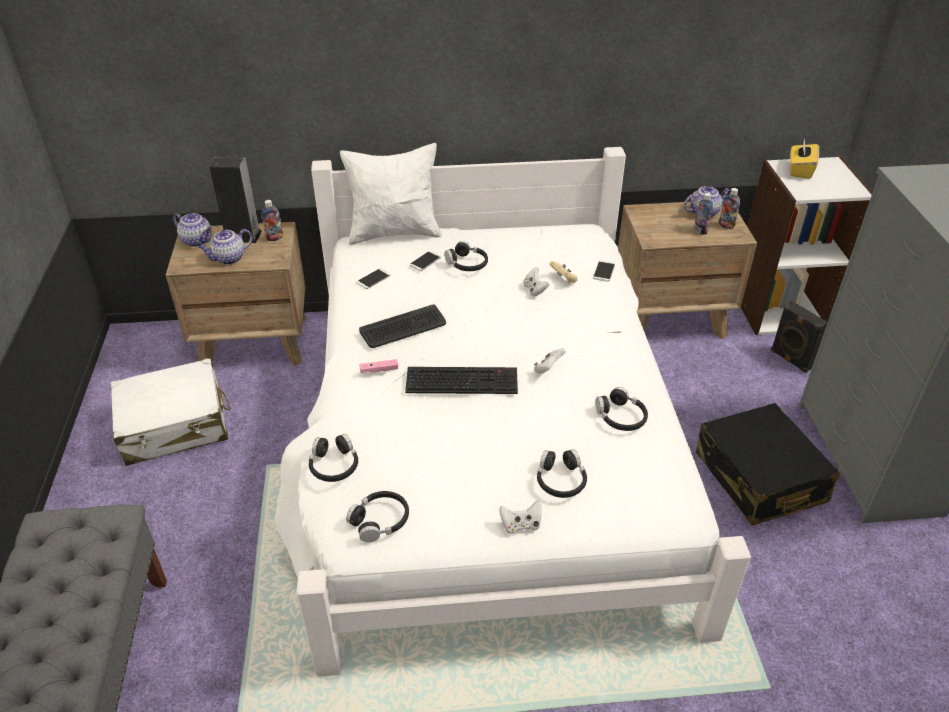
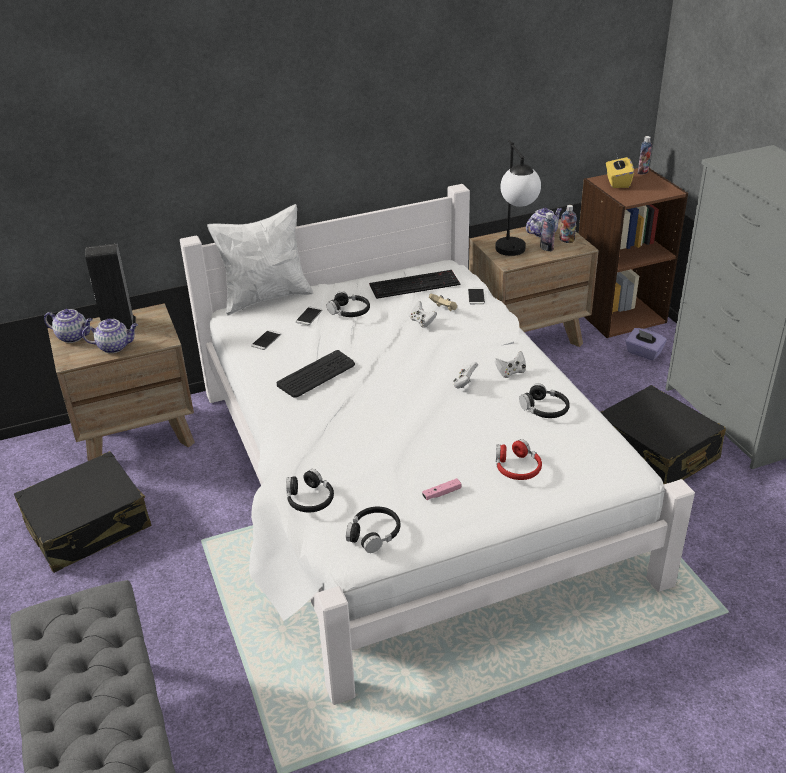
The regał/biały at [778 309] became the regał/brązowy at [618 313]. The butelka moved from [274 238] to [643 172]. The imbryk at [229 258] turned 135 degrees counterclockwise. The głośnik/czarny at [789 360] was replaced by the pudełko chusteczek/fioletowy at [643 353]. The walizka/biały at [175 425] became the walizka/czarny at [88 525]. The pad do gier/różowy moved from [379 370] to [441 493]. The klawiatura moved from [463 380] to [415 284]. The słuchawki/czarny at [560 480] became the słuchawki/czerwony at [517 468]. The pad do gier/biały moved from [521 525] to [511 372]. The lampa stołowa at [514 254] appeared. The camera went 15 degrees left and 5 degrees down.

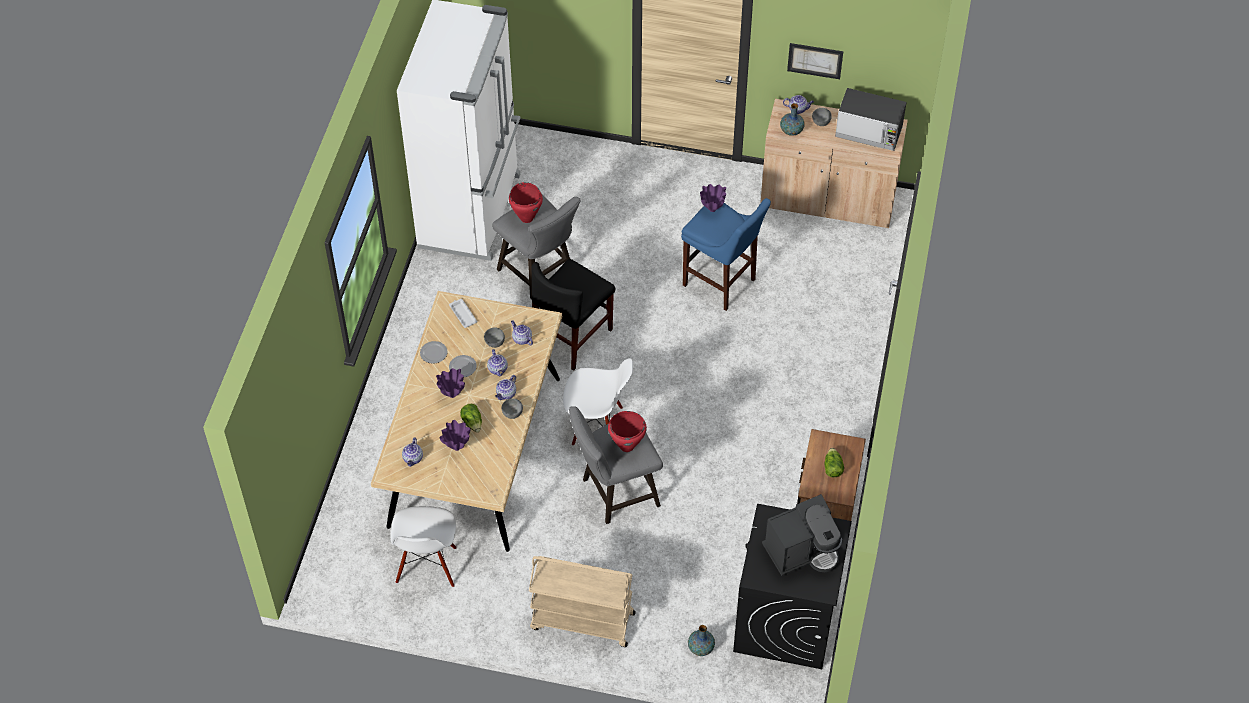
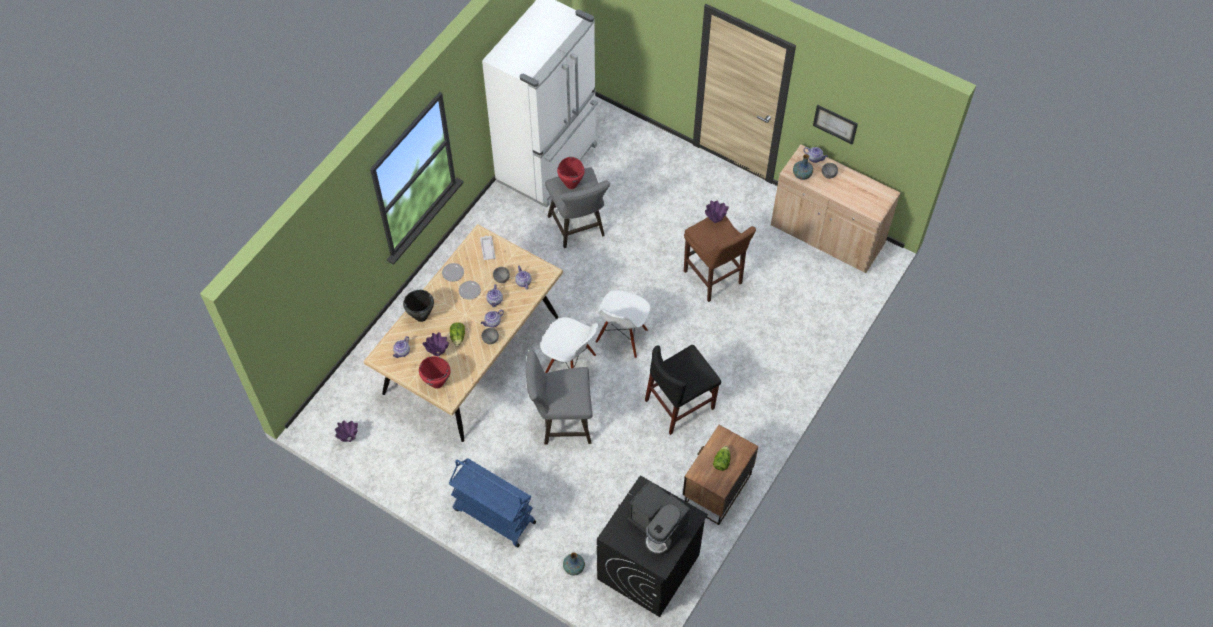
The mikrofalówka at [869 132] disappeared. The stołek/niebieski at [722 284] became the stołek/brązowy at [714 279]. The krzesło/czarny moved from [572 336] to [679 404]. The wazon/fioletowy moved from [452 395] to [349 439]. The garnek/czerwony moved from [626 445] to [437 383]. The ekspres do kawy at [802 551] turned 45 degrees clockwise. The krzesło/biały moved from [427 566] to [622 337]. The wózek/beżowy at [581 621] became the wózek/niebieski at [493 515]. The garnek/czarny at [421 316] appeared. The camera went 20 degrees right and 5 degrees up.

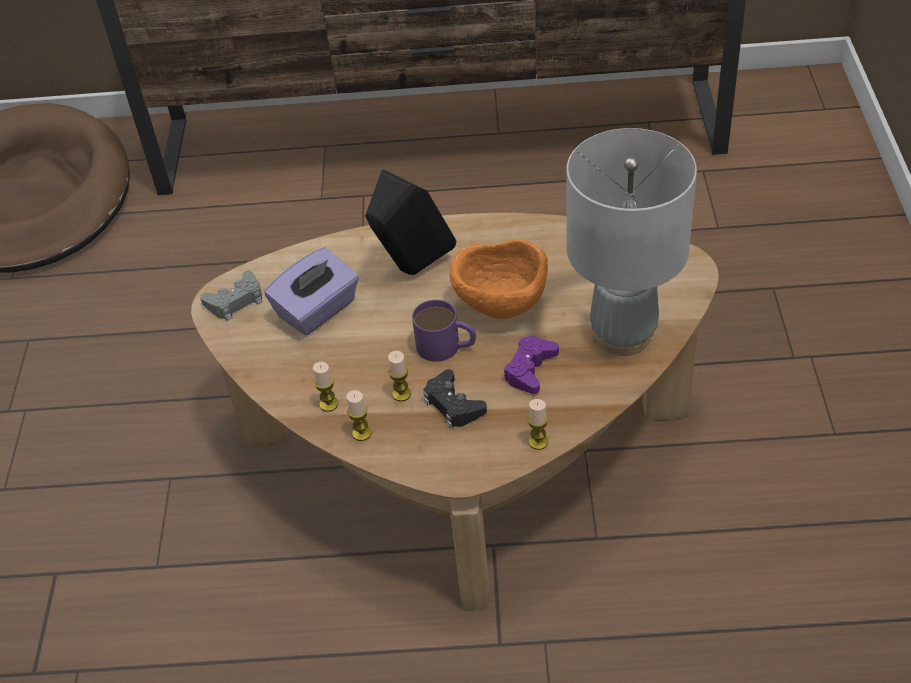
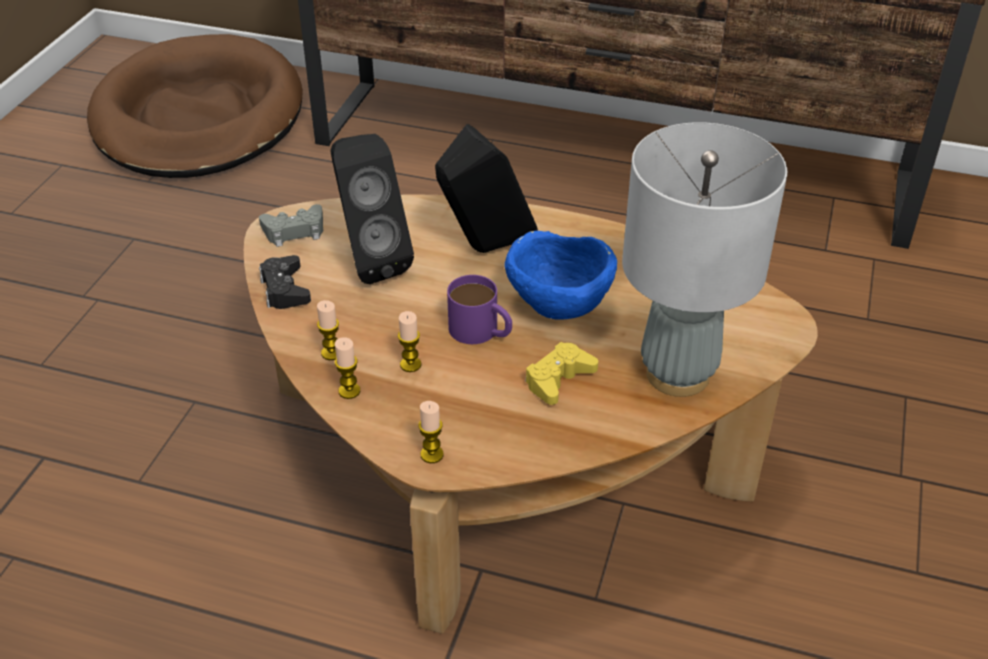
The miska/pomarańczowy at [501 307] became the miska/niebieski at [558 309]. The pudełko chusteczek/fioletowy at [318 310] was replaced by the głośnik/czarny at [369 261]. The pad do gier/fioletowy at [530 369] became the pad do gier/żółty at [558 379]. The pad do gier/czarny moved from [453 405] to [285 289]. The świeca moved from [538 442] to [432 454]. The camera went 15 degrees right and 5 degrees down.

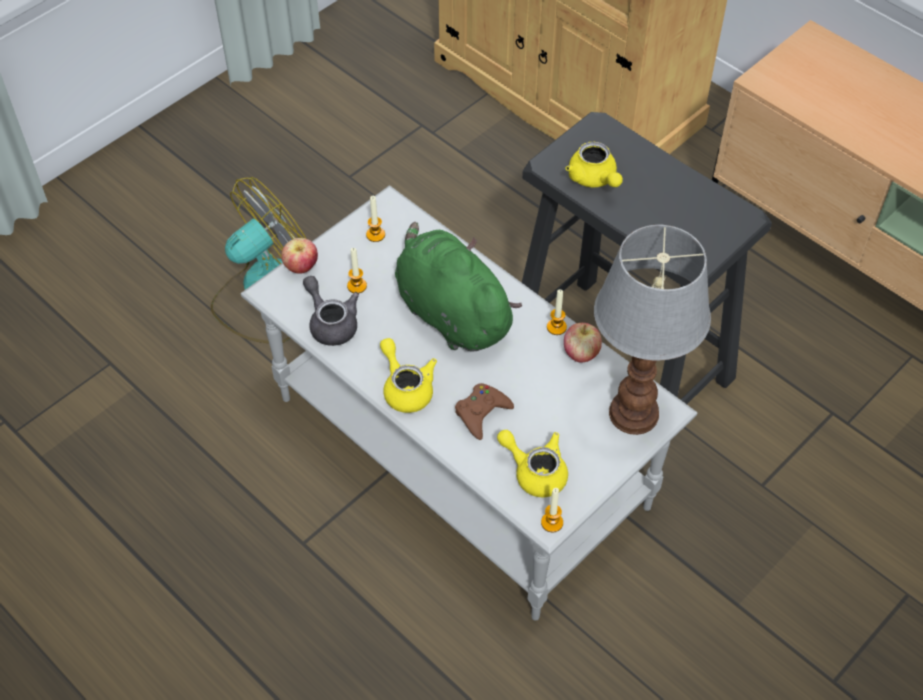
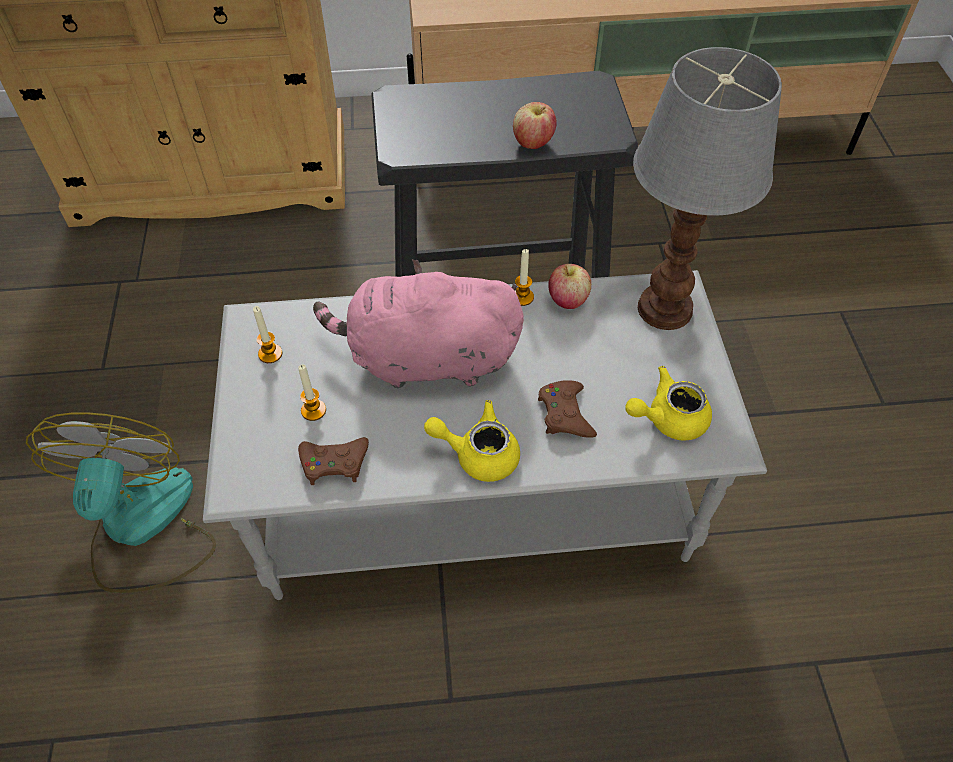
The imbryk/żółty at [594 179] disappeared. The pluszak/zielony at [450 312] became the pluszak/różowy at [426 359]. The jabłko moved from [301 267] to [533 143]. The imbryk/szary at [331 323] was replaced by the pad do gier/brązowy at [334 463]. The świeca at [552 522] disappeared. The camera went 50 degrees left and 0 degrees up.

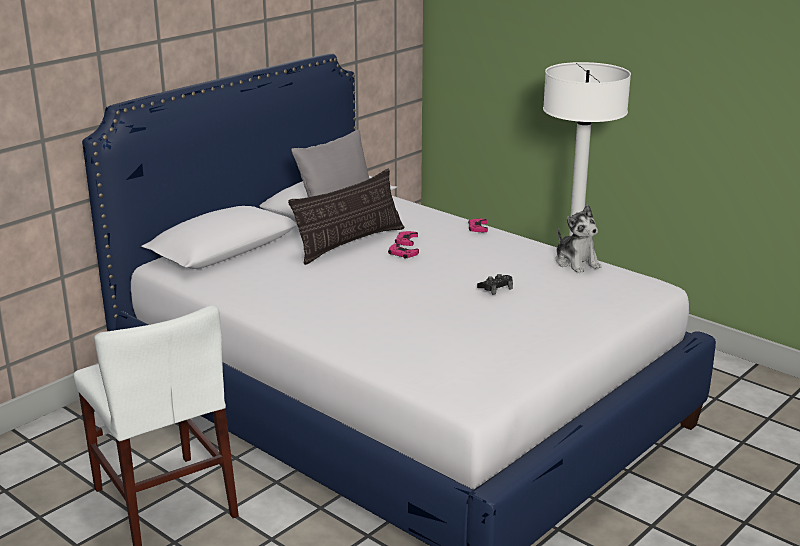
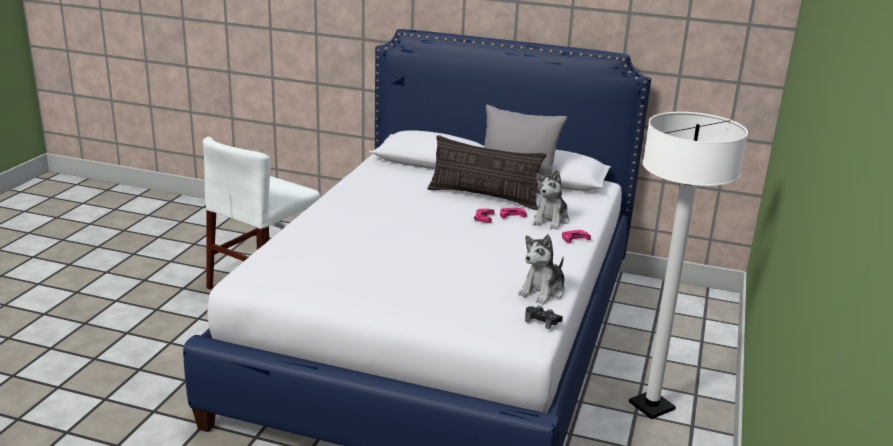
The pad do gier/czarny moved from [495 288] to [542 321]. The pluszak at [551 220] appeared. The camera went 65 degrees right and 0 degrees up.

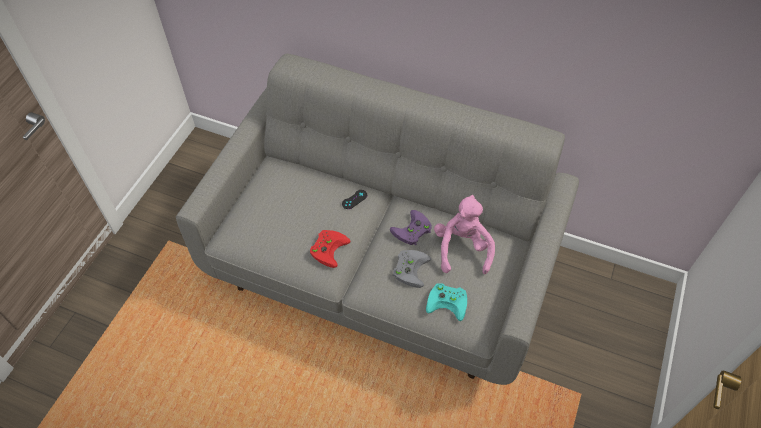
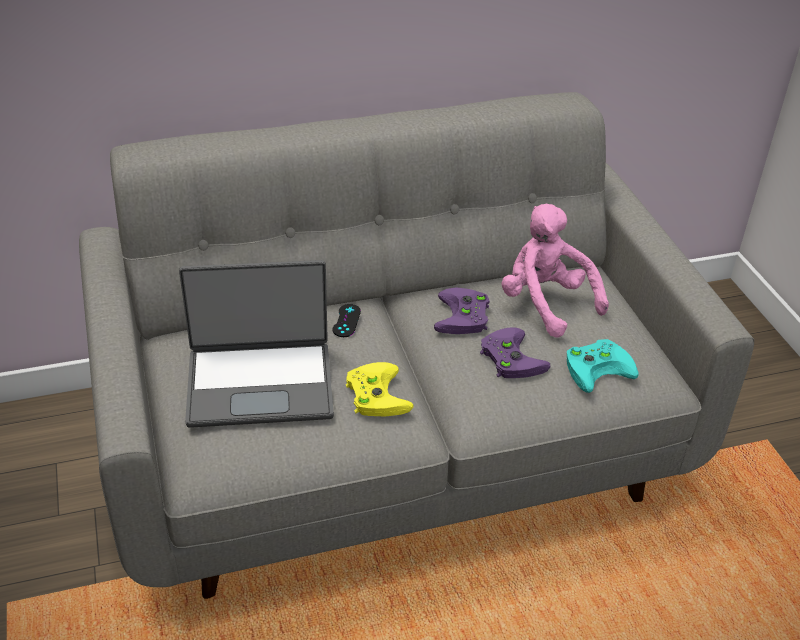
The pad do gier/czerwony at [328 248] became the pad do gier/żółty at [374 393]. The pad do gier/szary at [410 268] became the pad do gier/fioletowy at [509 357]. The laptop at [260 383] appeared. The camera went 40 degrees left and 15 degrees down.

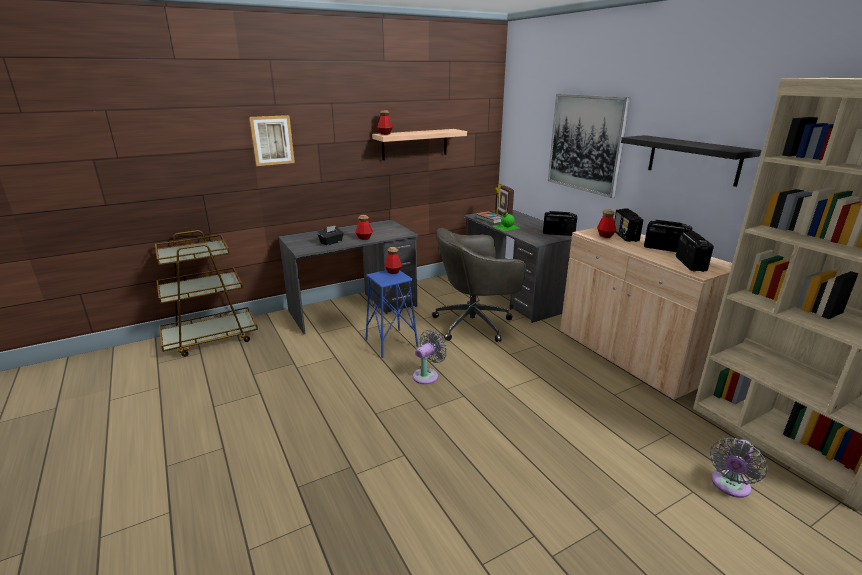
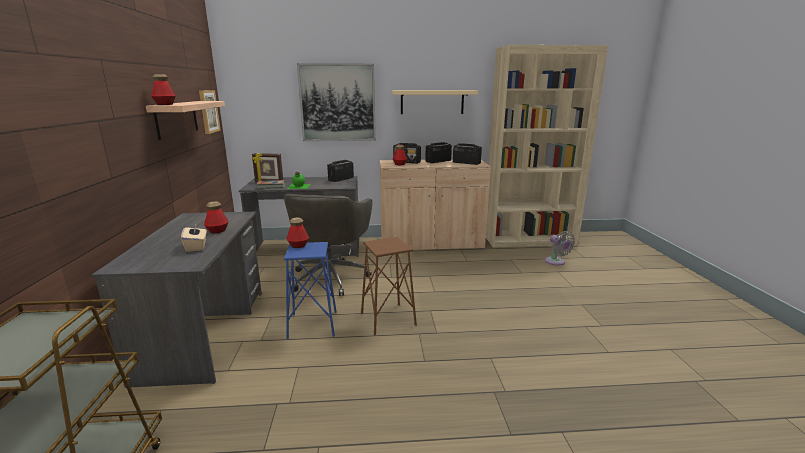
The obraz moved from [272 140] to [208 111]. The półka/czarny at [693 159] became the półka/beżowy at [432 102]. The pudełko chusteczek/czarny at [331 242] became the pudełko chusteczek/beżowy at [196 247]. The wentylator/szary at [427 375] was replaced by the stołek/brązowy at [387 319]. The camera went 65 degrees left and 5 degrees down.

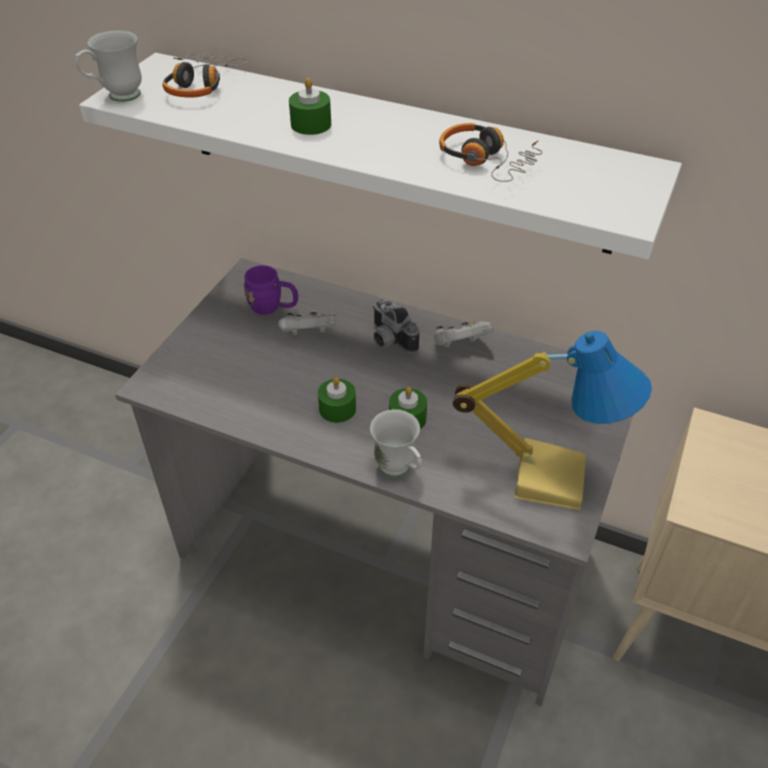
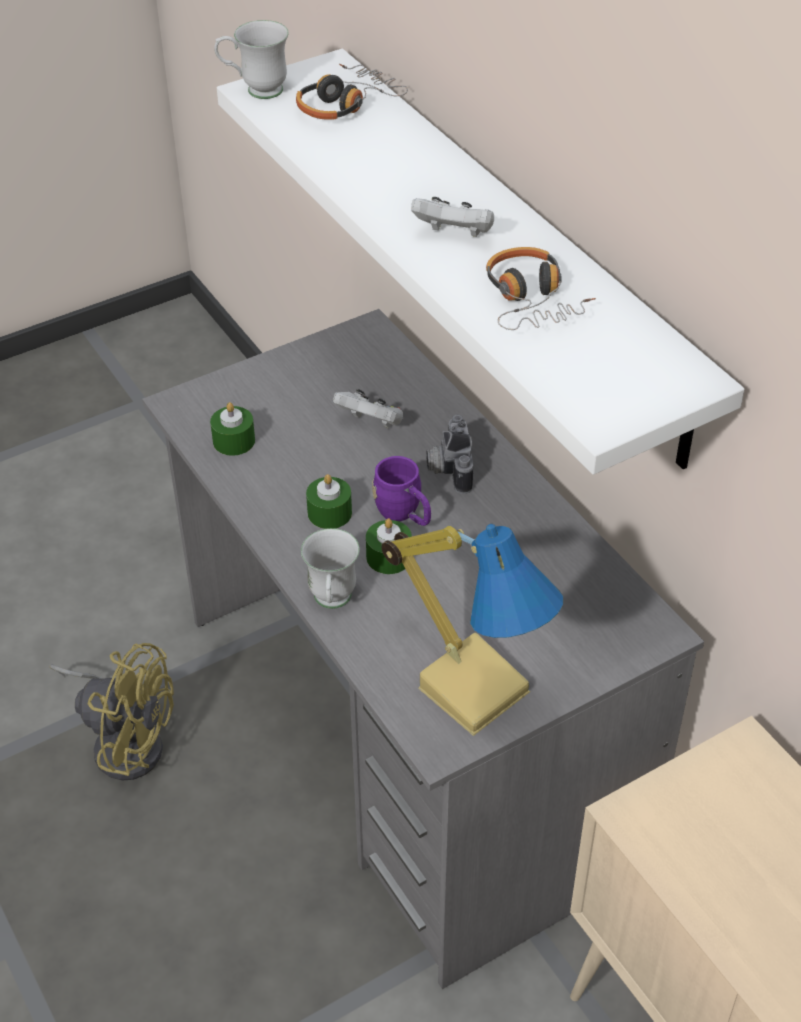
The świeca/zielony moved from [311 124] to [234 441]. The kubek/fioletowy moved from [273 307] to [404 515]. The pad do gier/biały moved from [459 345] to [454 234]. The wentylator/żółty at [124 741] appeared. The camera went 35 degrees right and 0 degrees up.

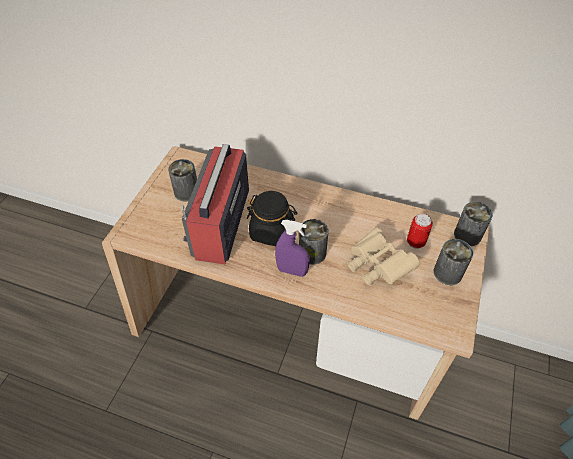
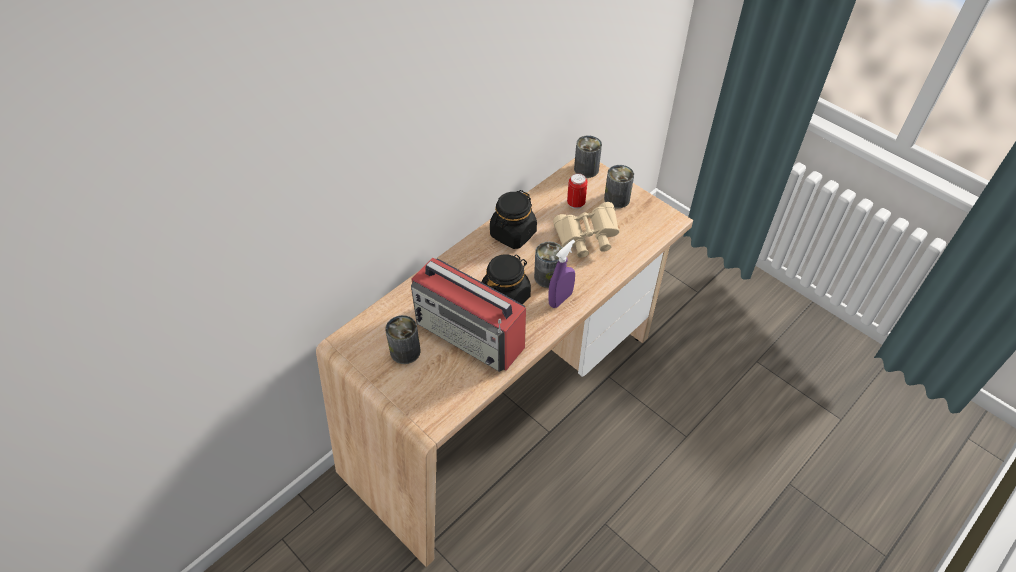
The słoik/czarny at [513 234] appeared. The camera went 65 degrees left and 0 degrees up.

